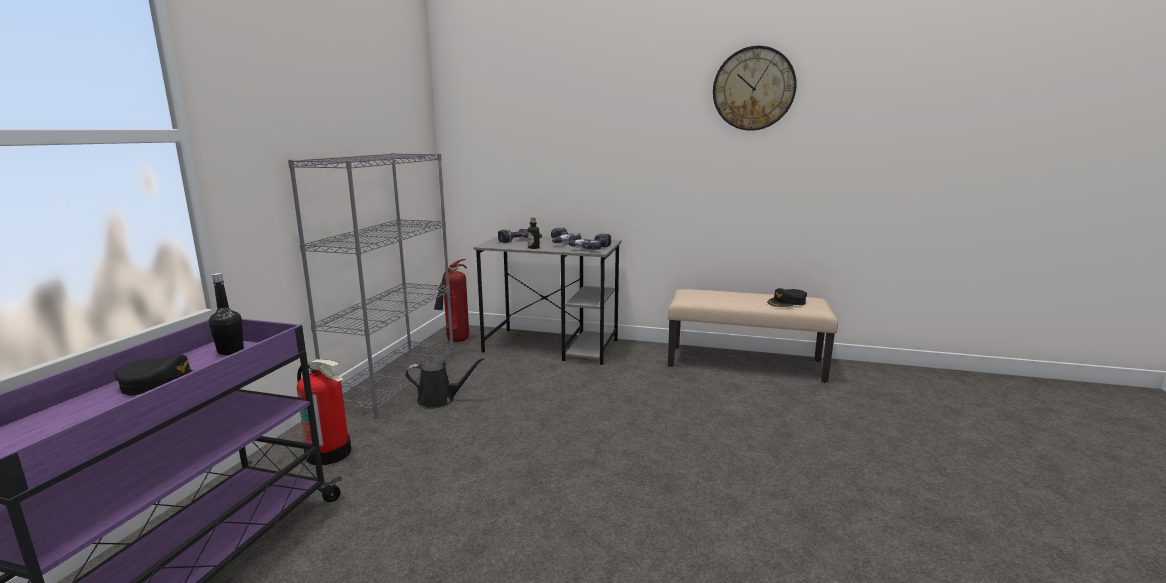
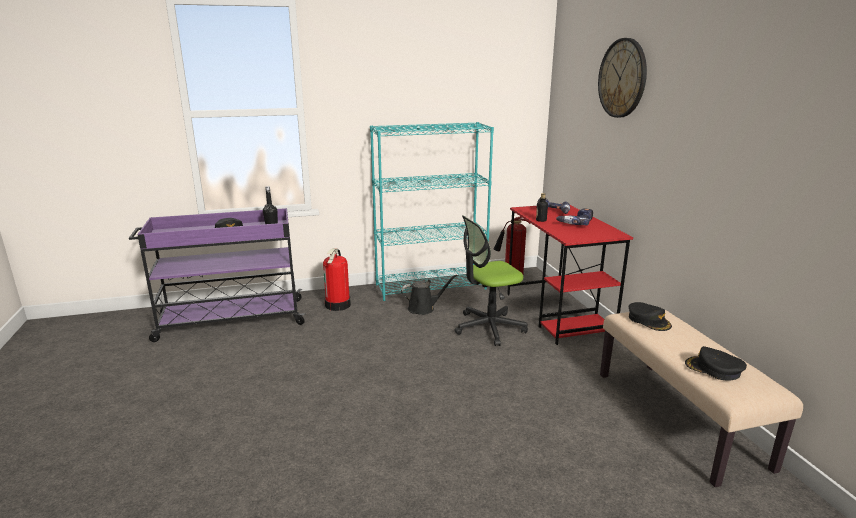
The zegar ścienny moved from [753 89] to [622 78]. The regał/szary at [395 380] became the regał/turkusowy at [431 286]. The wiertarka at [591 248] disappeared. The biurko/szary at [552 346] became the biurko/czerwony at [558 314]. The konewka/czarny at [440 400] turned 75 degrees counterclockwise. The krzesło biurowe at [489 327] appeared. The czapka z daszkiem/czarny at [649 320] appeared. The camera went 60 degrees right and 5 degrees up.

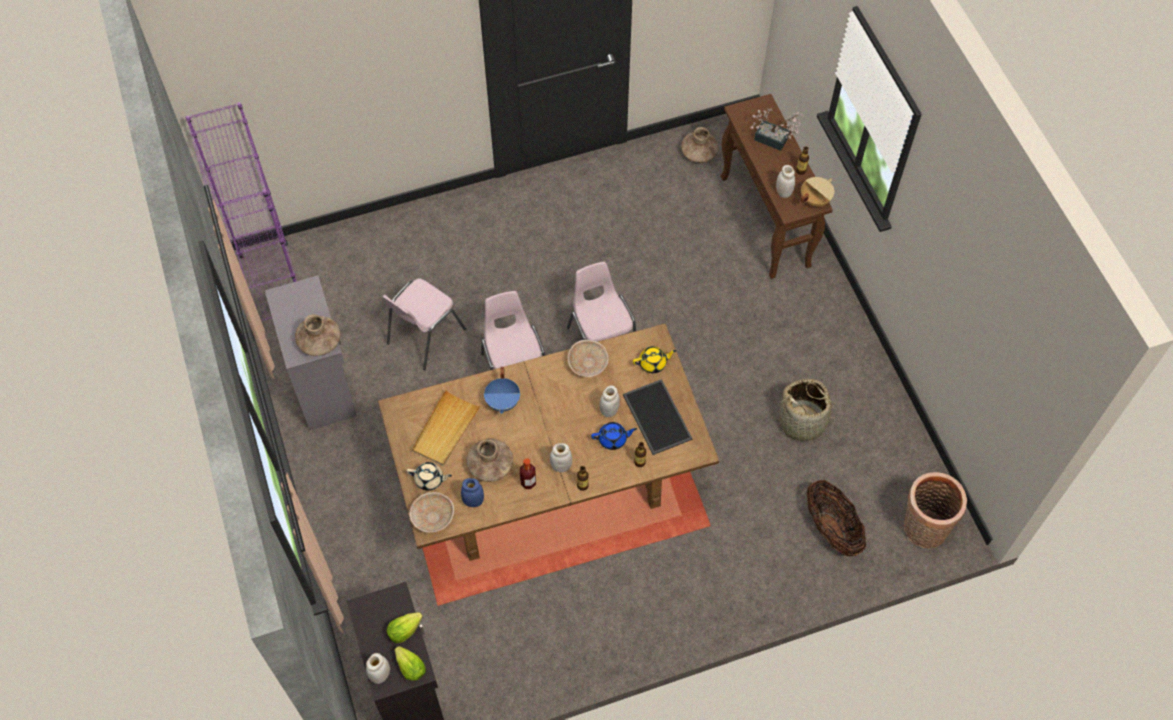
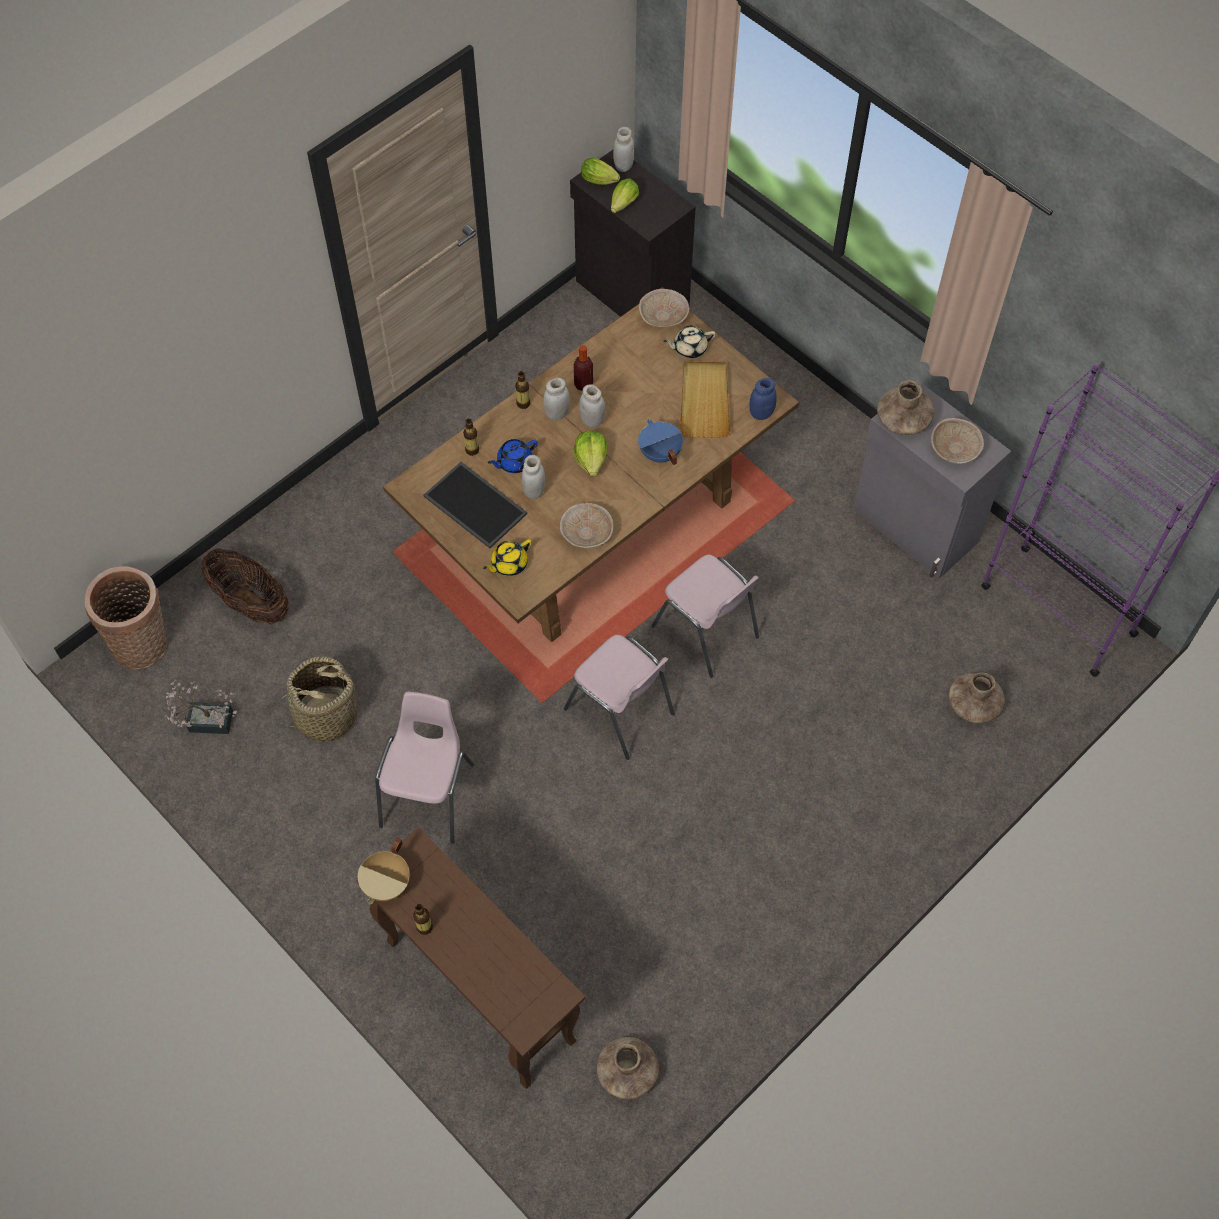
The roślina doniczkowa moved from [775 140] to [205 720]. The słoik/biały moved from [783 192] to [592 420]. The krzesło/różowy moved from [424 336] to [429 794]. The wazon/brązowy moved from [490 465] to [973 704]. The słoik/niebieski moved from [473 501] to [761 413]. The miska/beżowy at [954 449] appeared. The sałata at [591 460] appeared. The camera went 155 degrees right and 0 degrees up.

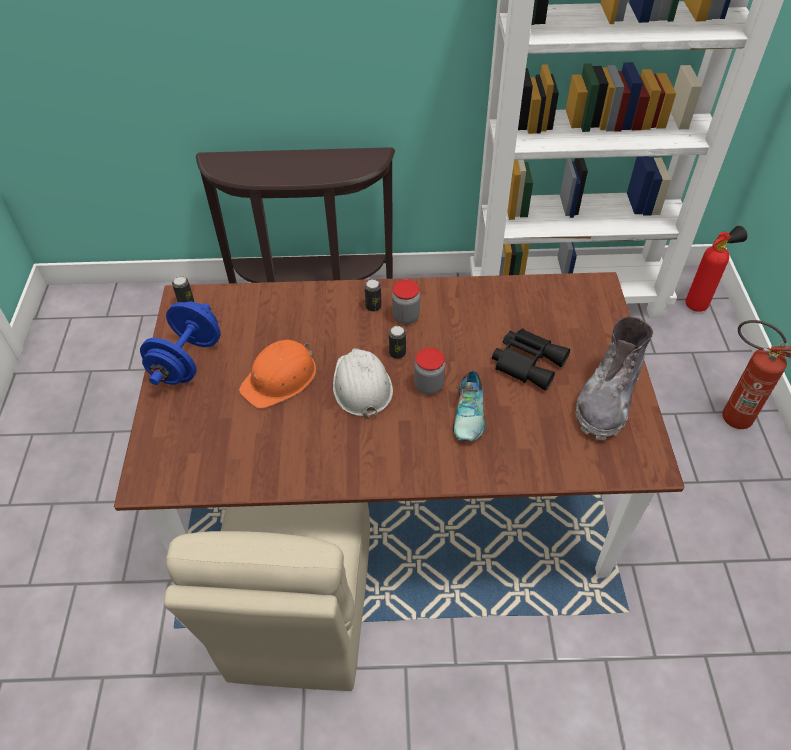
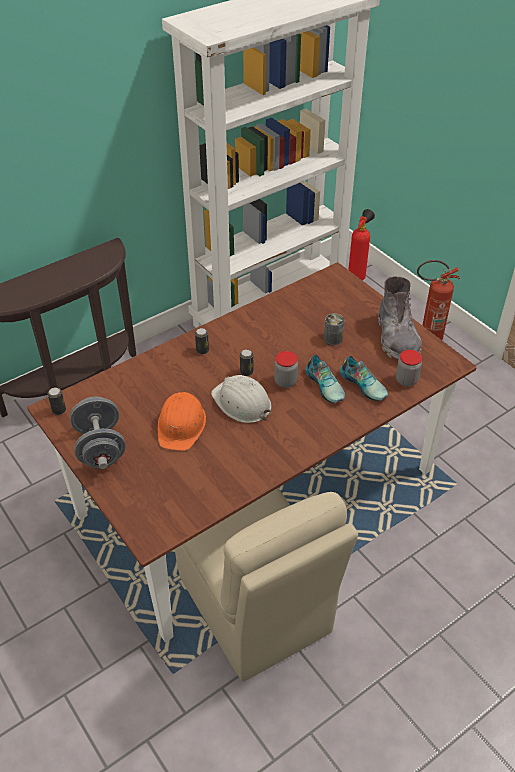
The słoik moved from [406 317] to [406 380]. The hantel/niebieski at [187 361] became the hantel/szary at [100 447]. The lornetka/czarny at [528 361] was replaced by the puszka at [333 338]. The but at [364 384] appeared. The camera went 35 degrees left and 5 degrees down.

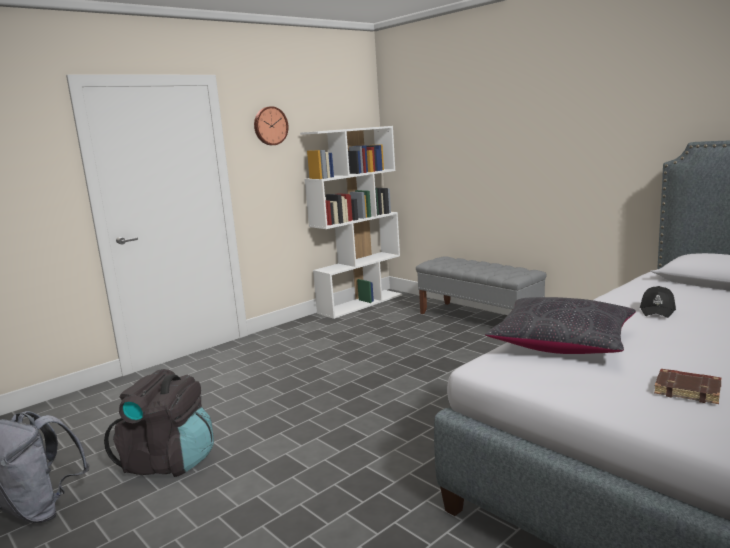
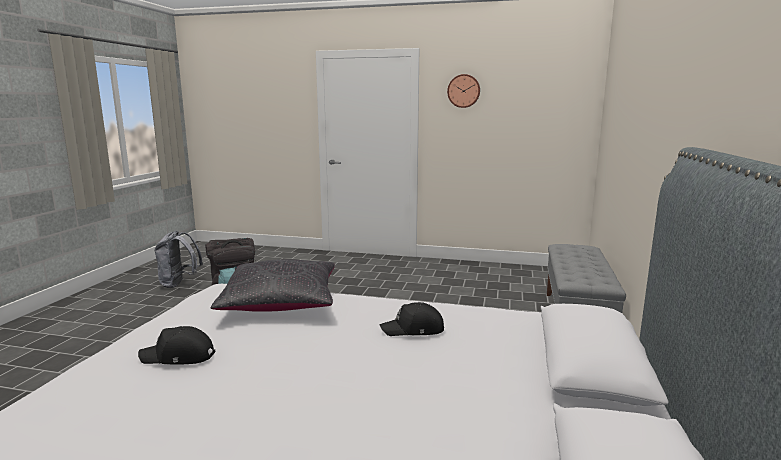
The regał/biały at [361 303] disappeared. The książka/brązowy at [688 390] was replaced by the czapka z daszkiem/czarny at [178 357]. The camera went 55 degrees right and 0 degrees up.

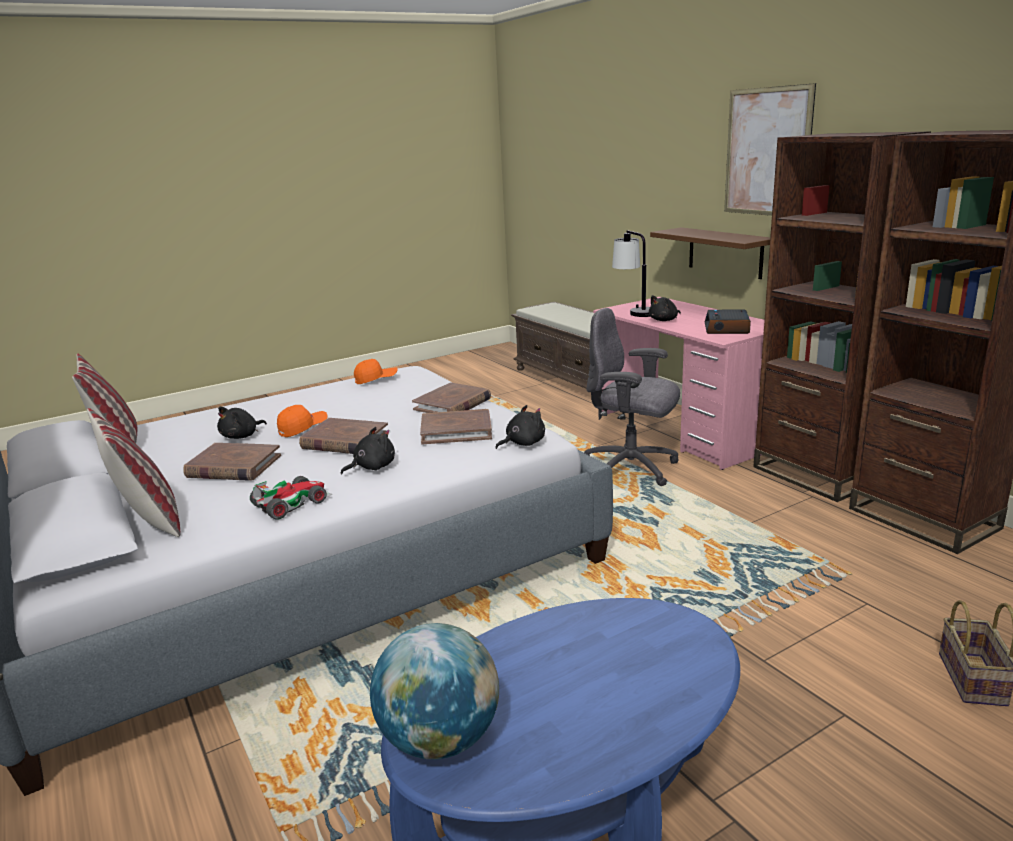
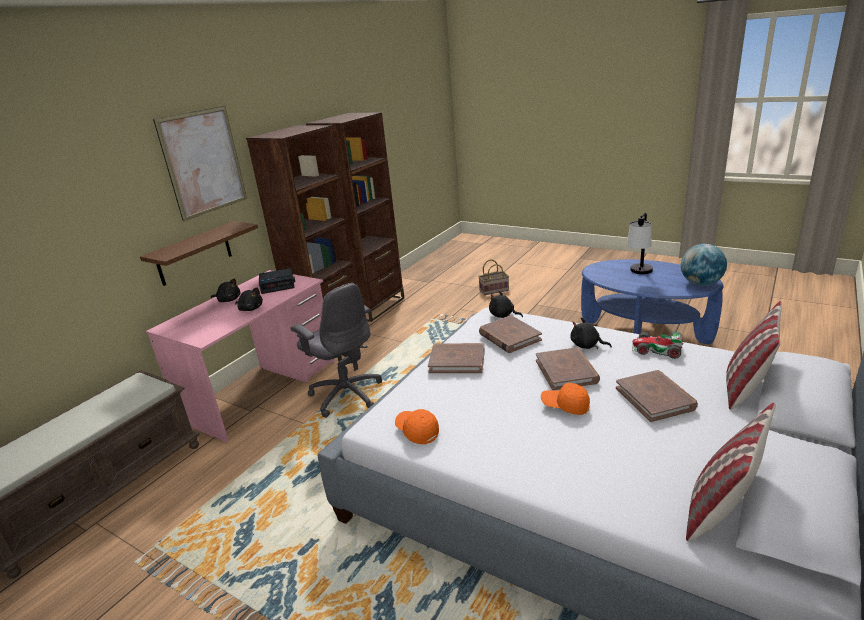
The lampa stołowa moved from [634 311] to [639 274]. The krzesło biurowe/szary at [631 469] turned 45 degrees counterclockwise. The pluszak/czarny moved from [242 436] to [228 300]. The camera went 115 degrees left and 5 degrees up.

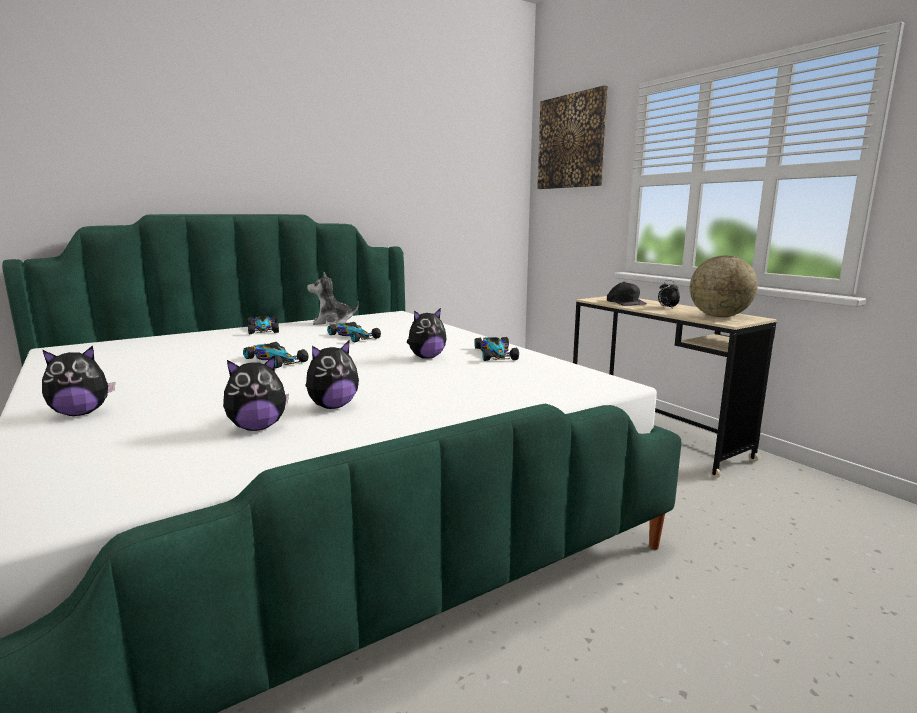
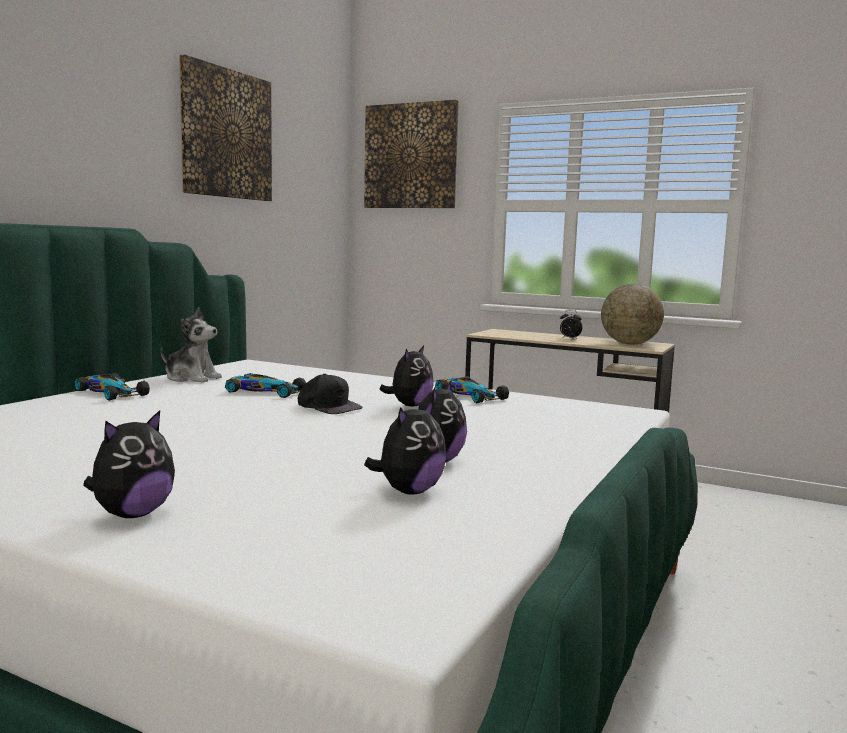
The pluszak at [332 322] turned 120 degrees counterclockwise. The czapka z daszkiem/czarny moved from [625 302] to [328 407]. The samochodzik at [275 360] disappeared. The obraz at [226 134] appeared. The camera went 30 degrees left and 5 degrees down.

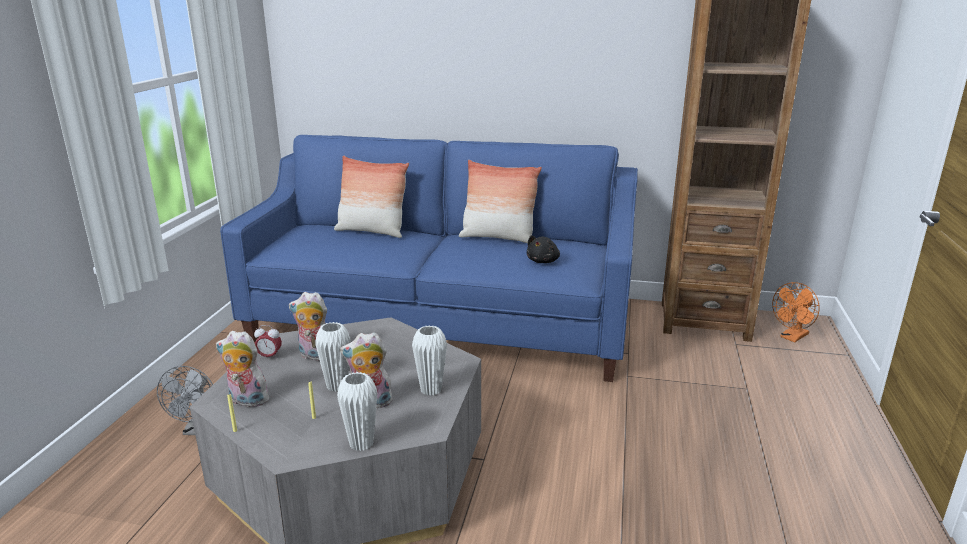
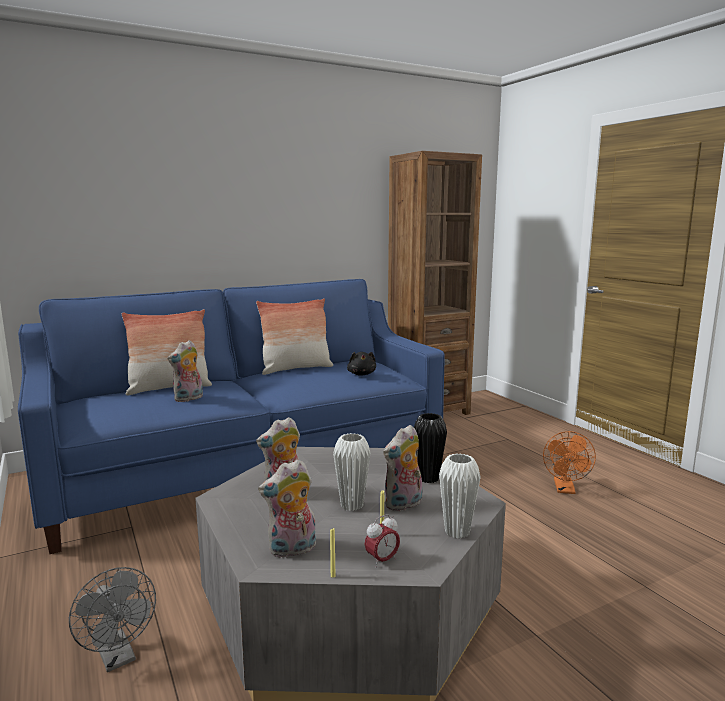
The wentylator/pomarańczowy moved from [792 337] to [565 489]. The budzik moved from [269 356] to [382 560]. The wazon/biały at [431 390] became the wazon/czarny at [428 478]. The pluszak at [189 399] appeared. The camera went 40 degrees left and 10 degrees down.

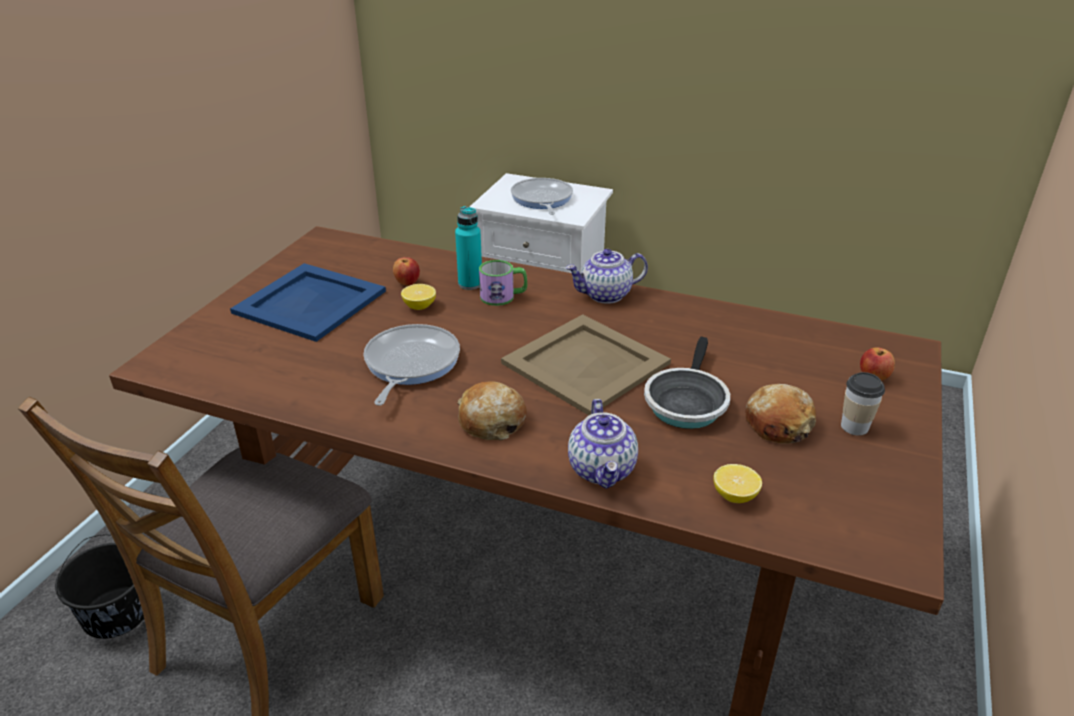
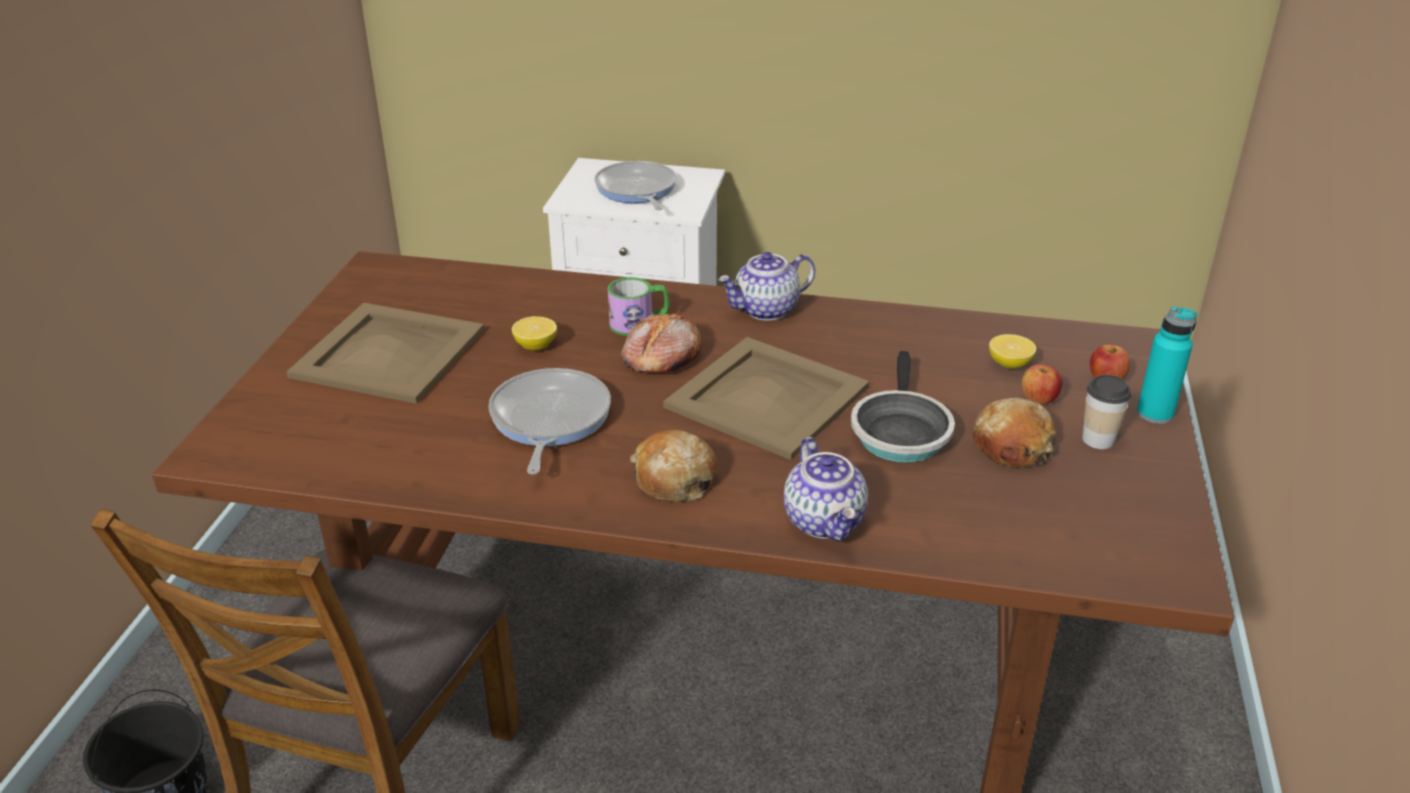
The butelka/turkusowy moved from [470 284] to [1155 414]. The jabłko moved from [407 283] to [1038 400]. The taca/niebieski at [308 302] became the taca/beżowy at [387 353]. The cytryna moved from [735 496] to [1009 364]. The chleb at [660 356] appeared. The camera went 10 degrees left and 0 degrees up.

